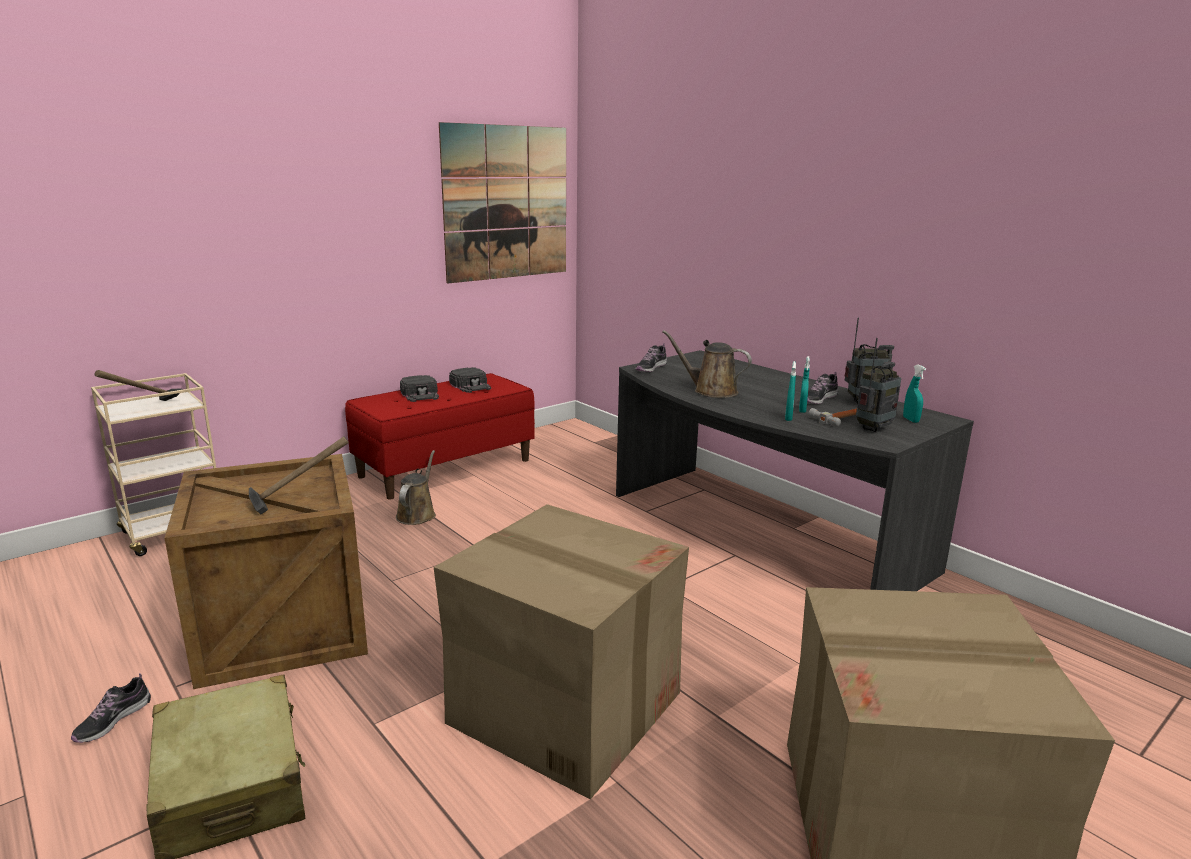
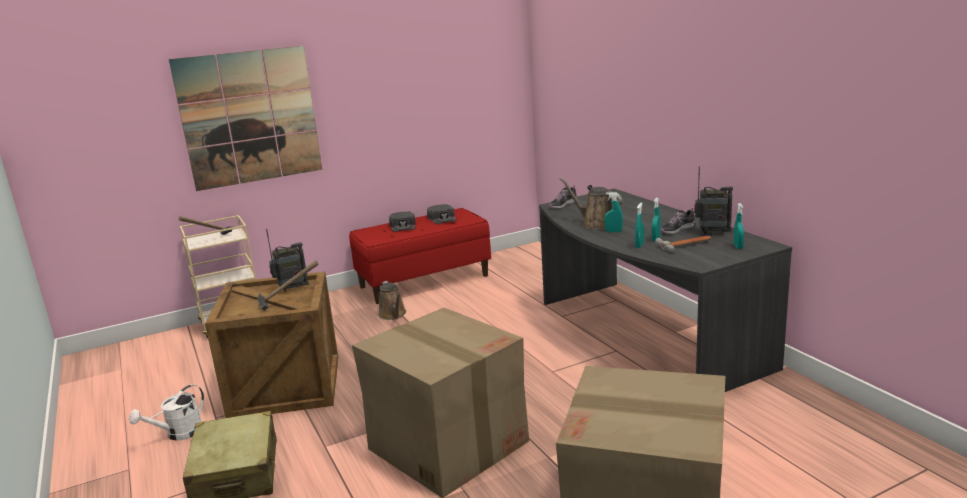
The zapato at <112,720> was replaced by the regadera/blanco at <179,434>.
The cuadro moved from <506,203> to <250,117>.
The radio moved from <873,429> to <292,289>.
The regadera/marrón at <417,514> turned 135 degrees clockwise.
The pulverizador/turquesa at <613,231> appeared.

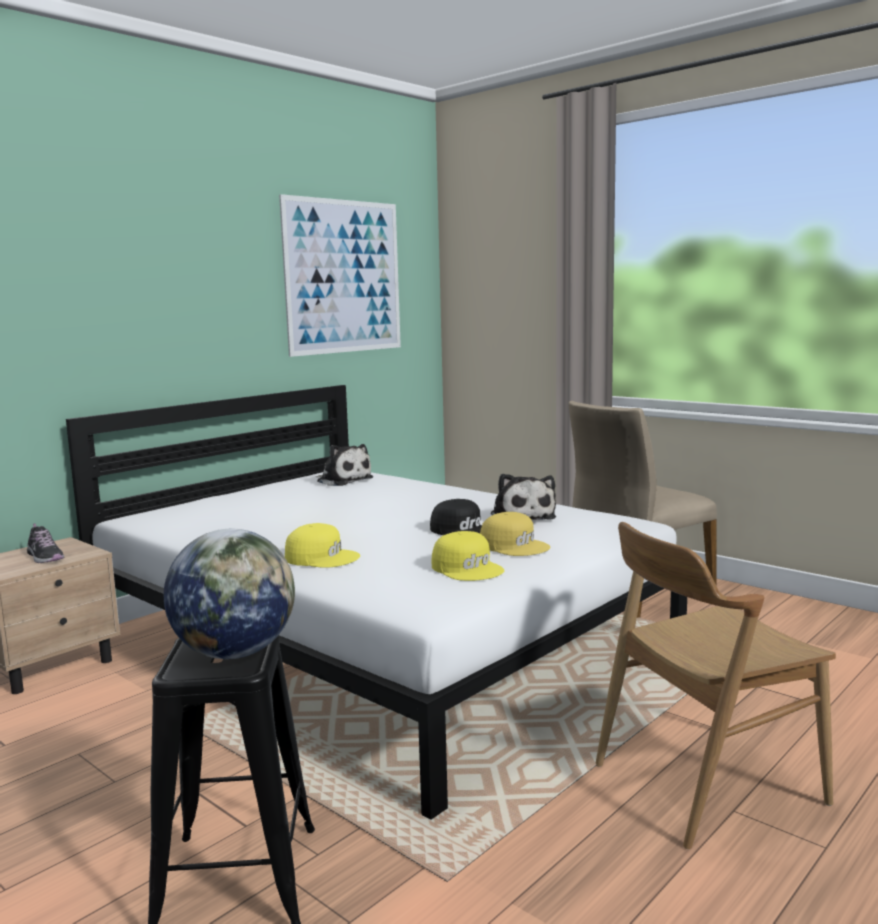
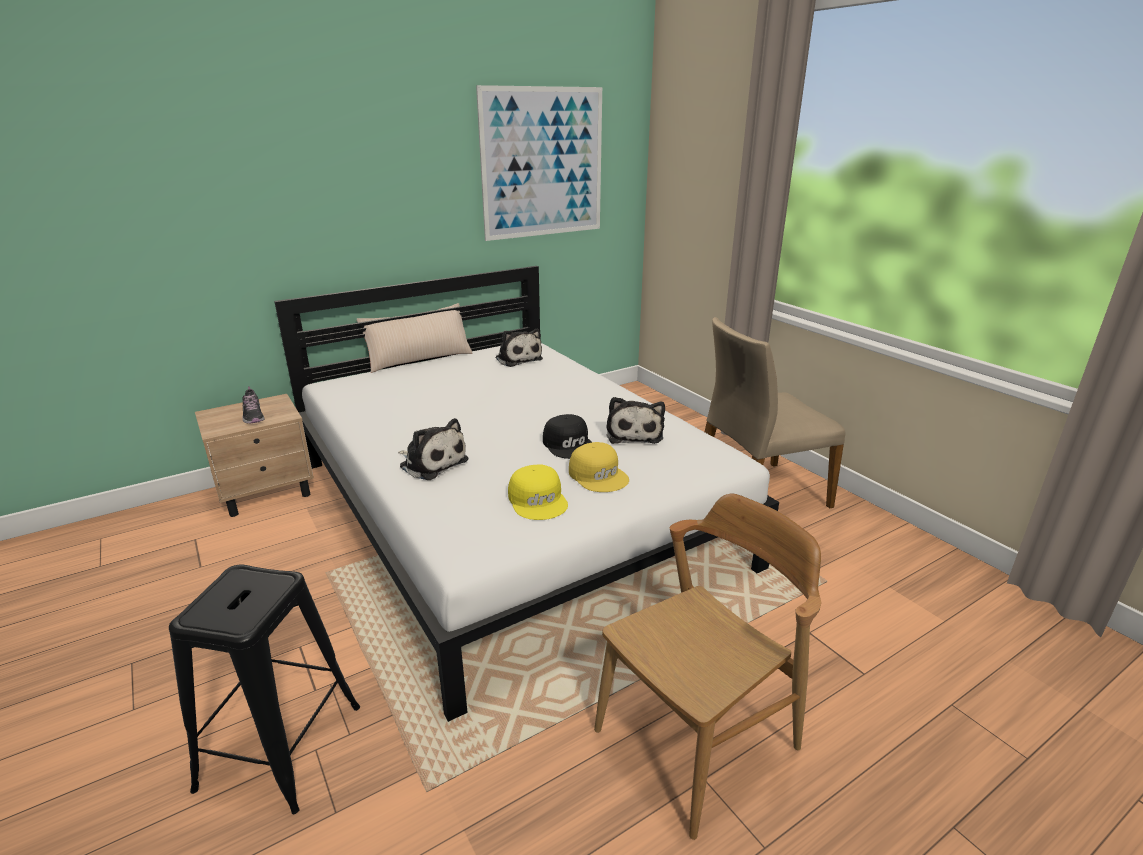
The cojín/beis at <419,359> appeared.
The gorra/amarillo at <322,557> was replaced by the peluche at <432,463>.
The silla/marrón at <706,783> turned 150 degrees clockwise.
The globo terráqueo at <235,653> disappeared.

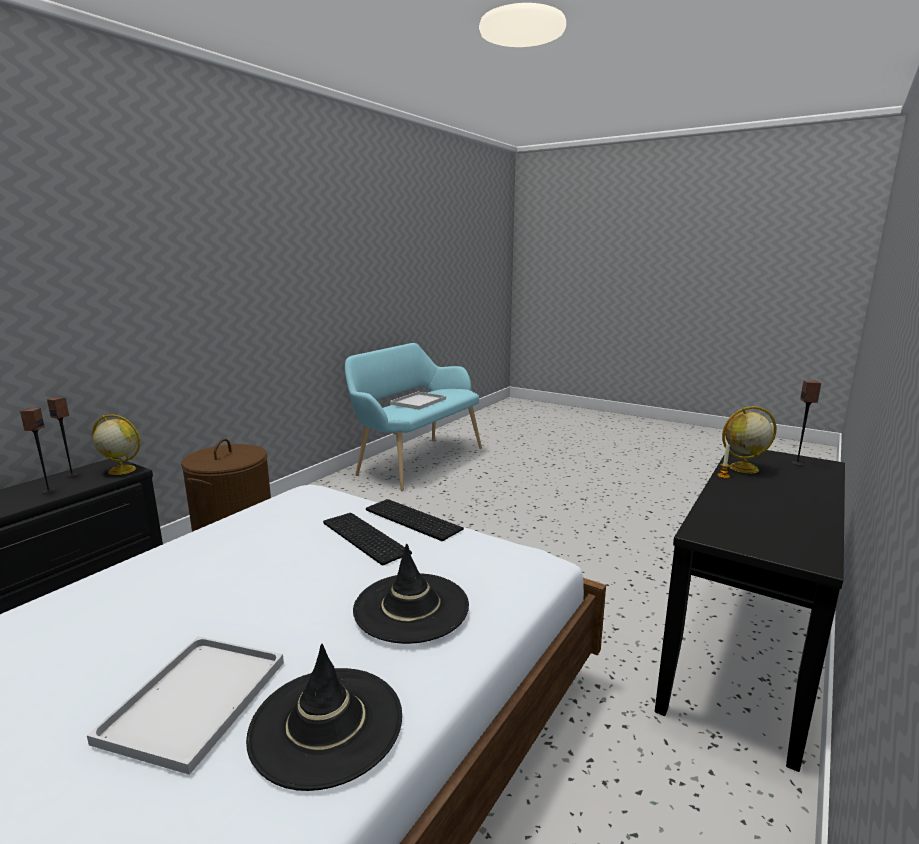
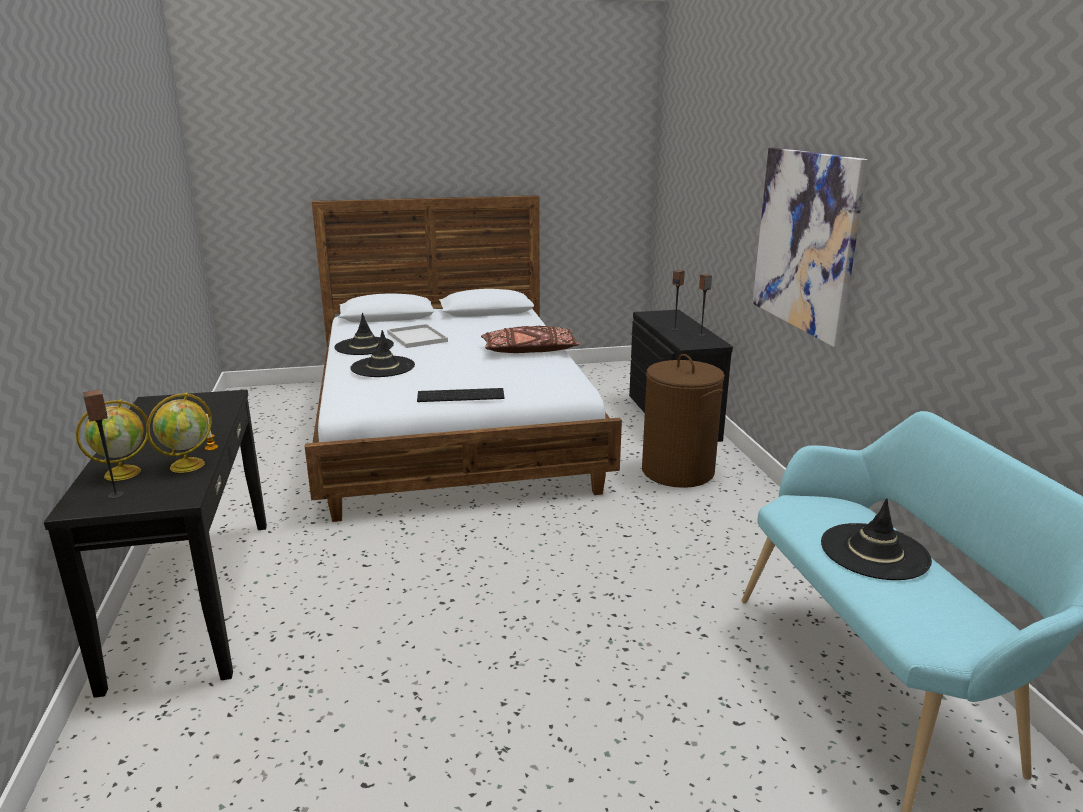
The globo terráqueo moved from <121,470> to <123,473>.
The cojín/marrón at <529,350> appeared.
The cuadro at <805,241> appeared.
The bandeja/blanco at <418,401> was replaced by the sombrero/negro at <874,552>.
The teclado at <362,537> disappeared.

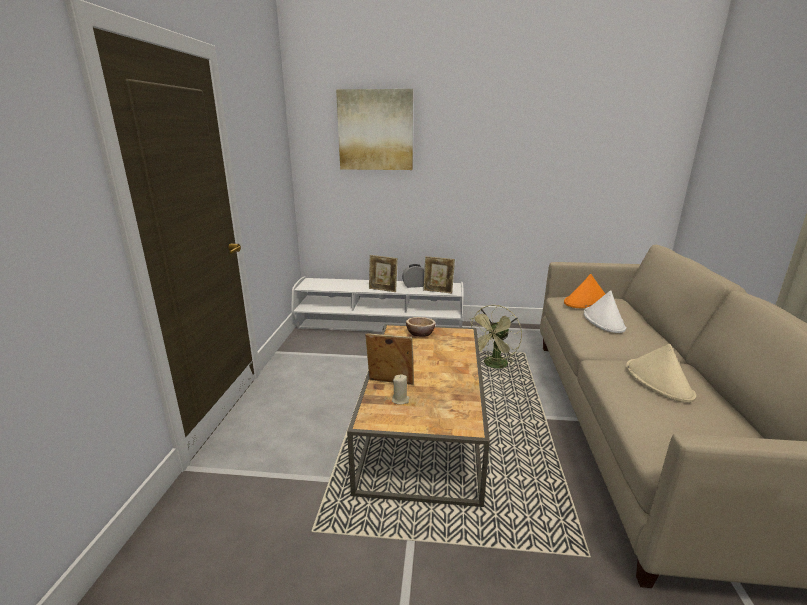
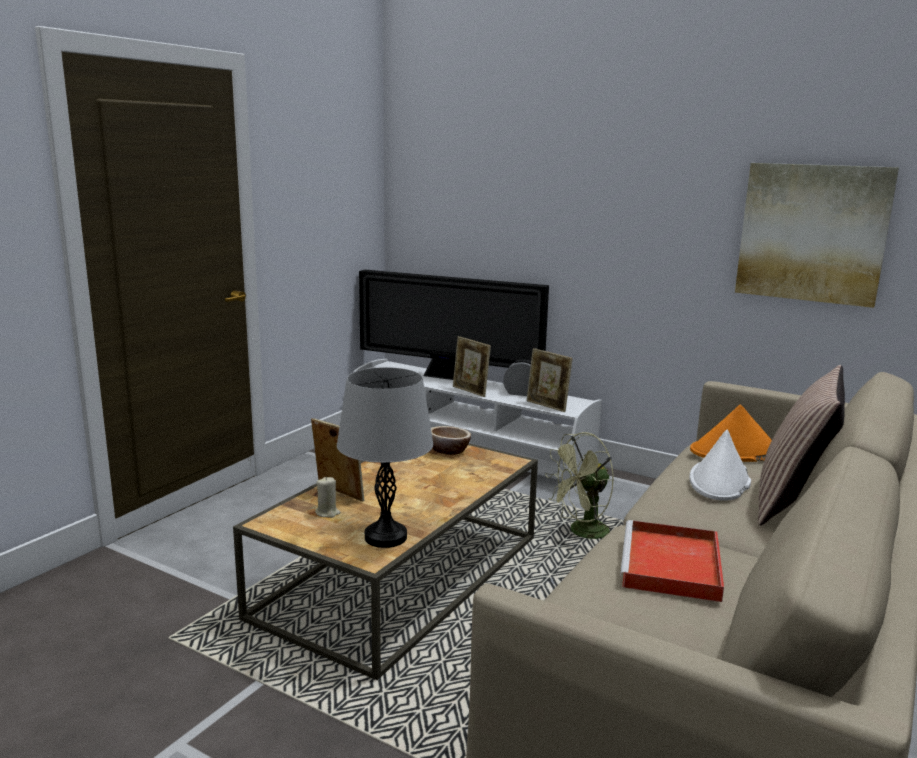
The lámpara de mesa/gris at <385,537> appeared.
The televisor at <448,377> appeared.
The sombrero/beis at <659,381> was replaced by the bandeja/rojo at <672,566>.
The cuadro moved from <375,130> to <812,233>.
The cojín at <792,502> appeared.

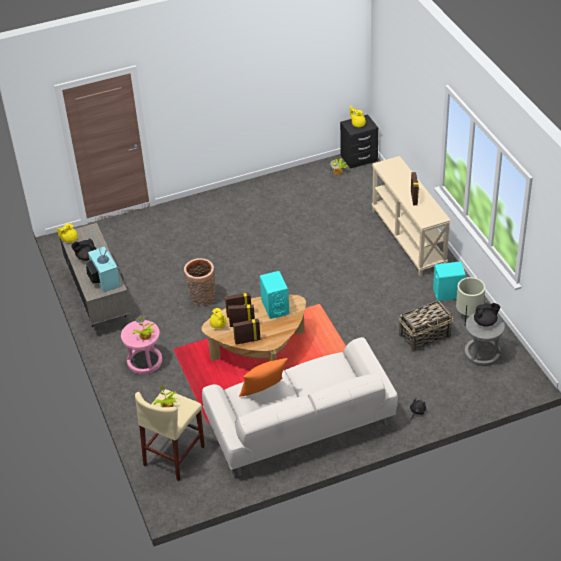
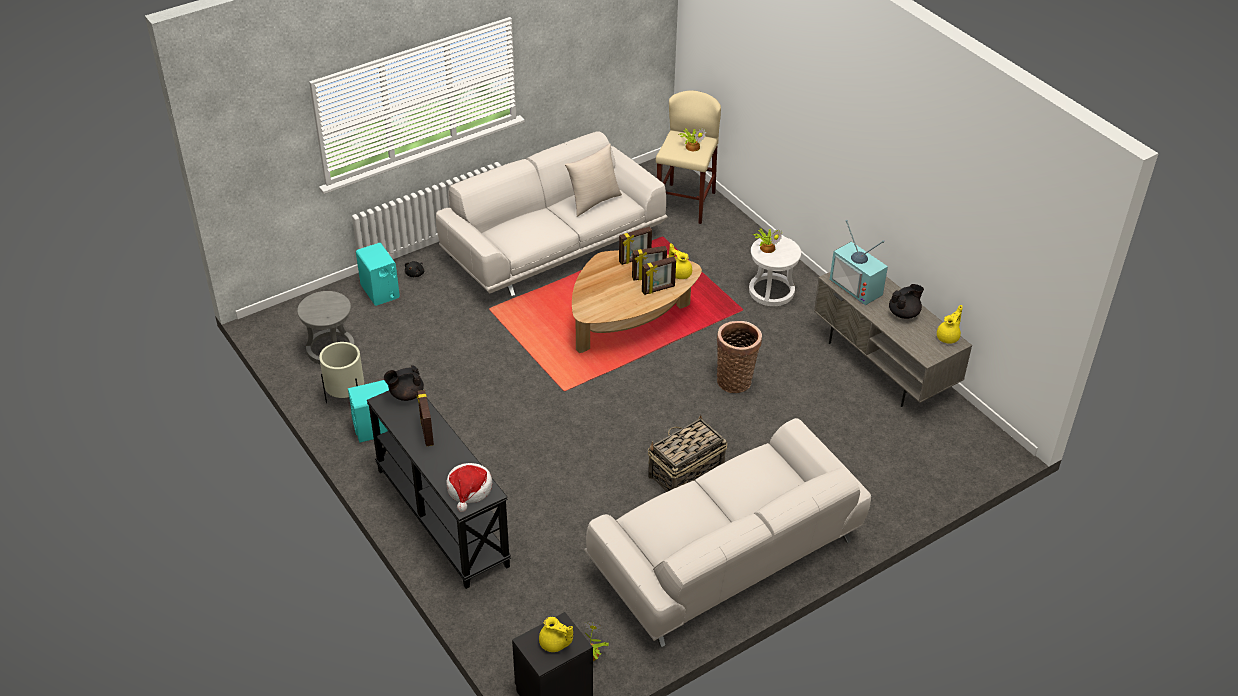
The altavoz/turquesa moved from <275,307> to <380,291>.
The mesa consola/beis at <409,238> became the mesa consola/negro at <440,517>.
The tetera/negro moved from <485,322> to <406,394>.
The sombrero at <469,490> appeared.
The cojín/naranja at <264,392> became the cojín/beis at <593,201>.
The sofá/blanco at <725,557> appeared.
The cesta moved from <425,336> to <685,473>.
The taburete/rosa at <144,361> became the taburete/blanco at <771,291>.

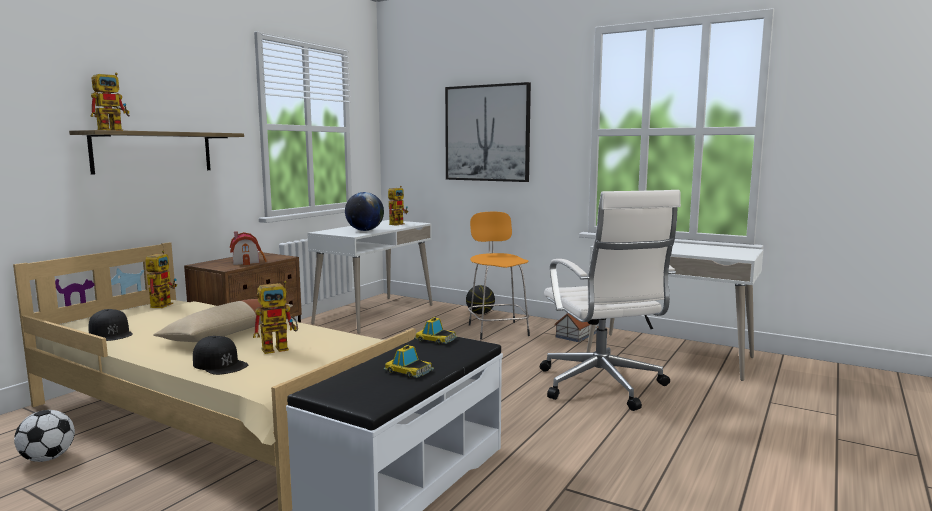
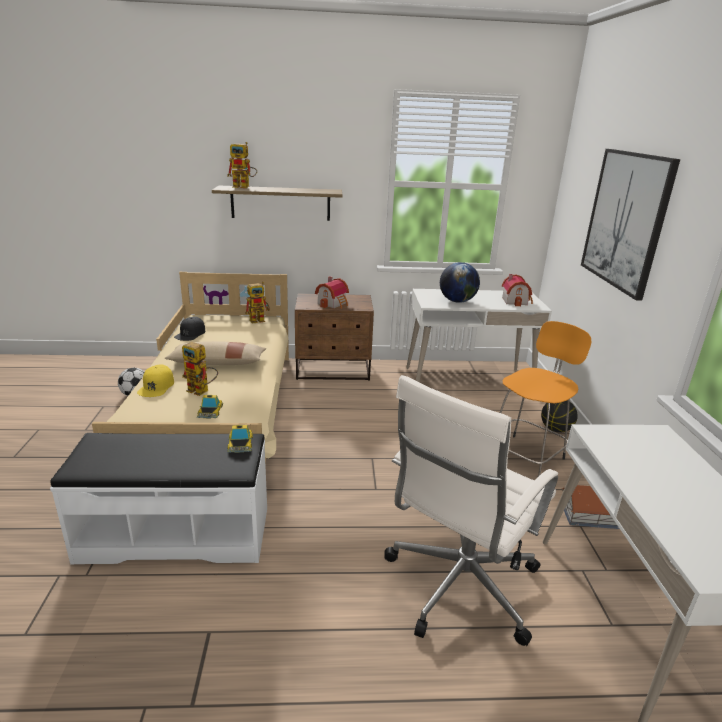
The gorra/negro at <220,364> became the gorra/amarillo at <156,386>.
The coche de juguete moved from <408,370> to <210,411>.
The robot de juguete at <398,224> was replaced by the casita at <516,301>.

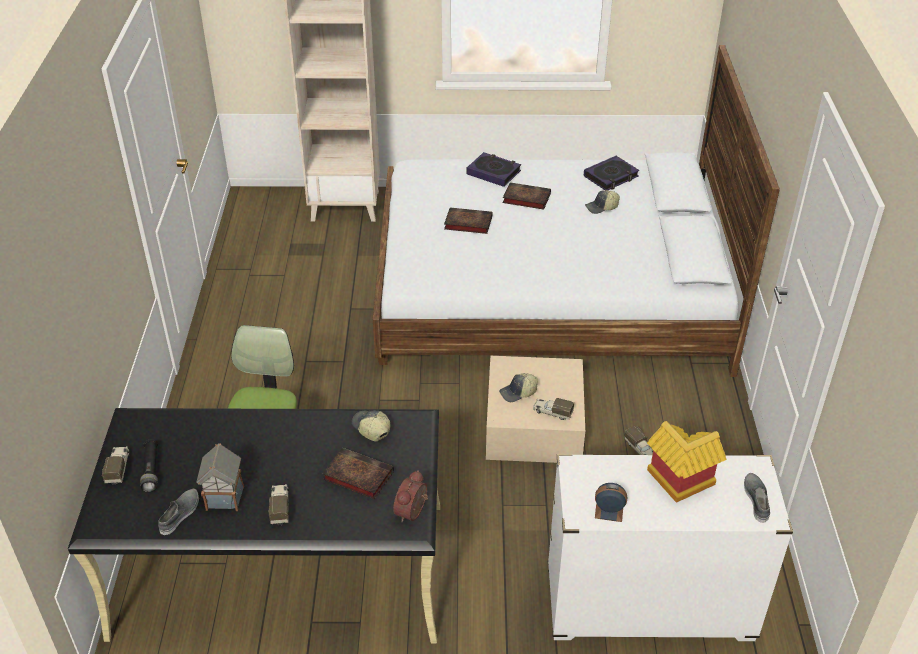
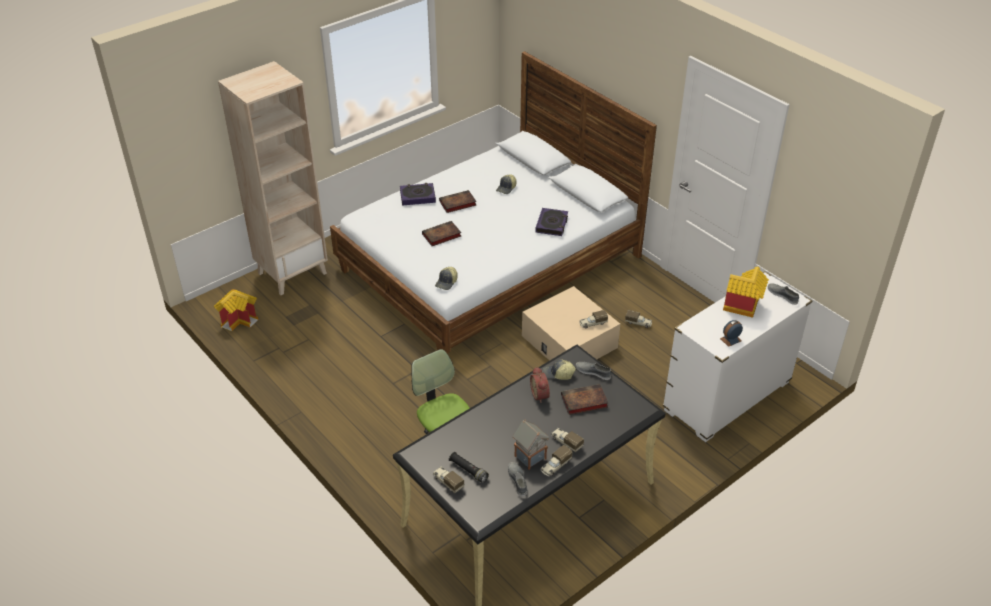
The casita at <240,320> appeared.
The gorra moved from <518,393> to <447,282>.
The despertador moved from <413,512> to <541,395>.
The libro moved from <611,177> to <552,224>.
The camión de juguete at <555,466> appeared.
The zapato/gris at <593,372> appeared.

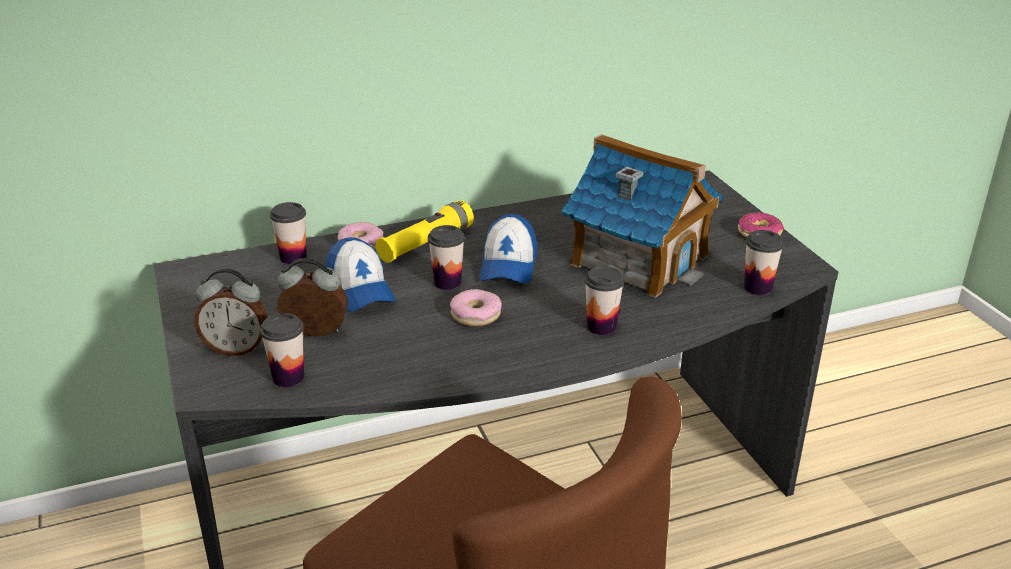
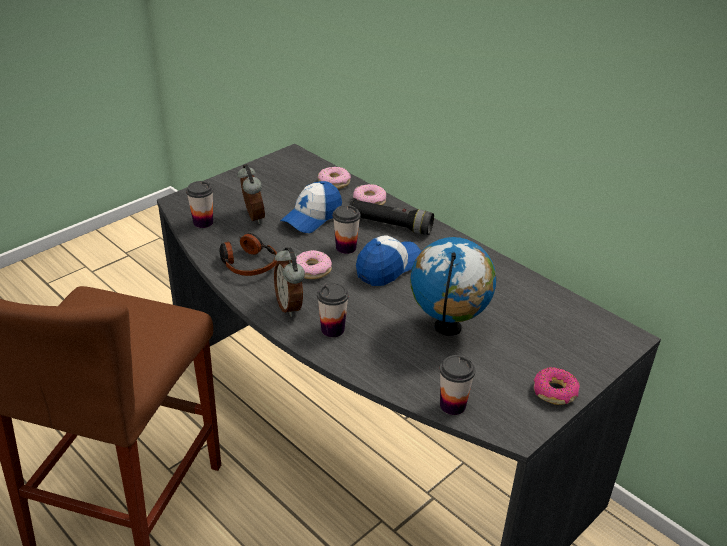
The auriculares at <247,263> appeared.
The despertador moved from <237,348> to <290,306>.
The taza at <293,257> was replaced by the rosquilla at <334,183>.
The linterna/amarillo at <425,244> became the linterna/negro at <390,225>.
The gorra at <508,266> turned 150 degrees clockwise.
The casita at <639,259> was replaced by the globo terráqueo at <448,328>.

